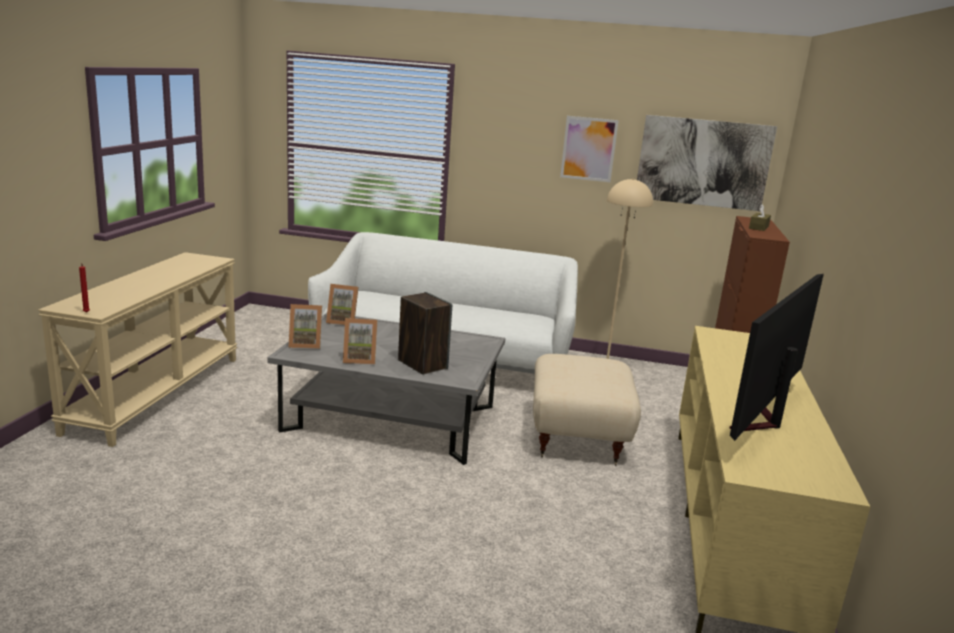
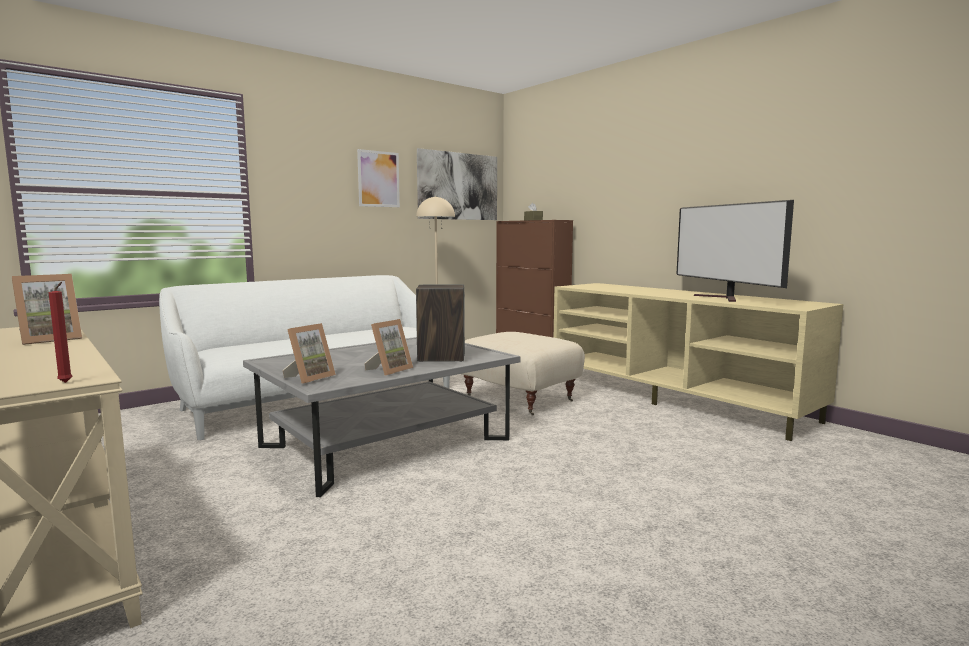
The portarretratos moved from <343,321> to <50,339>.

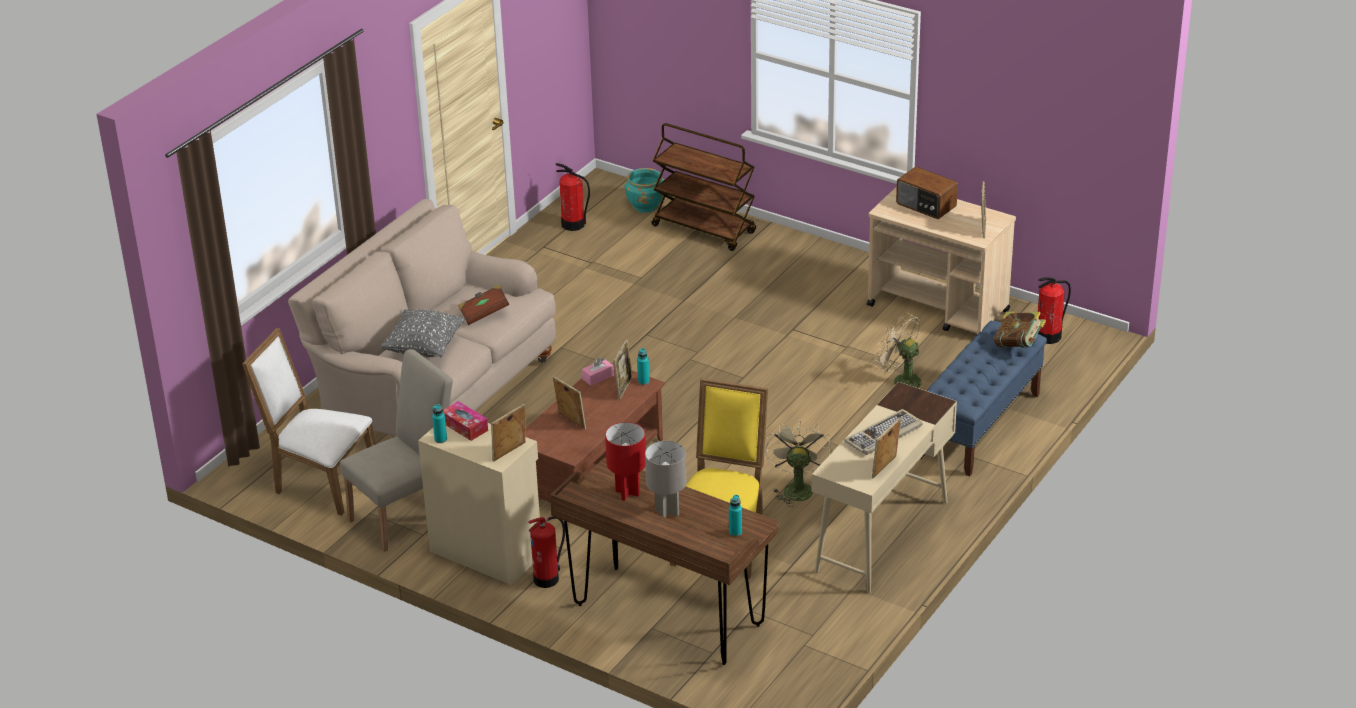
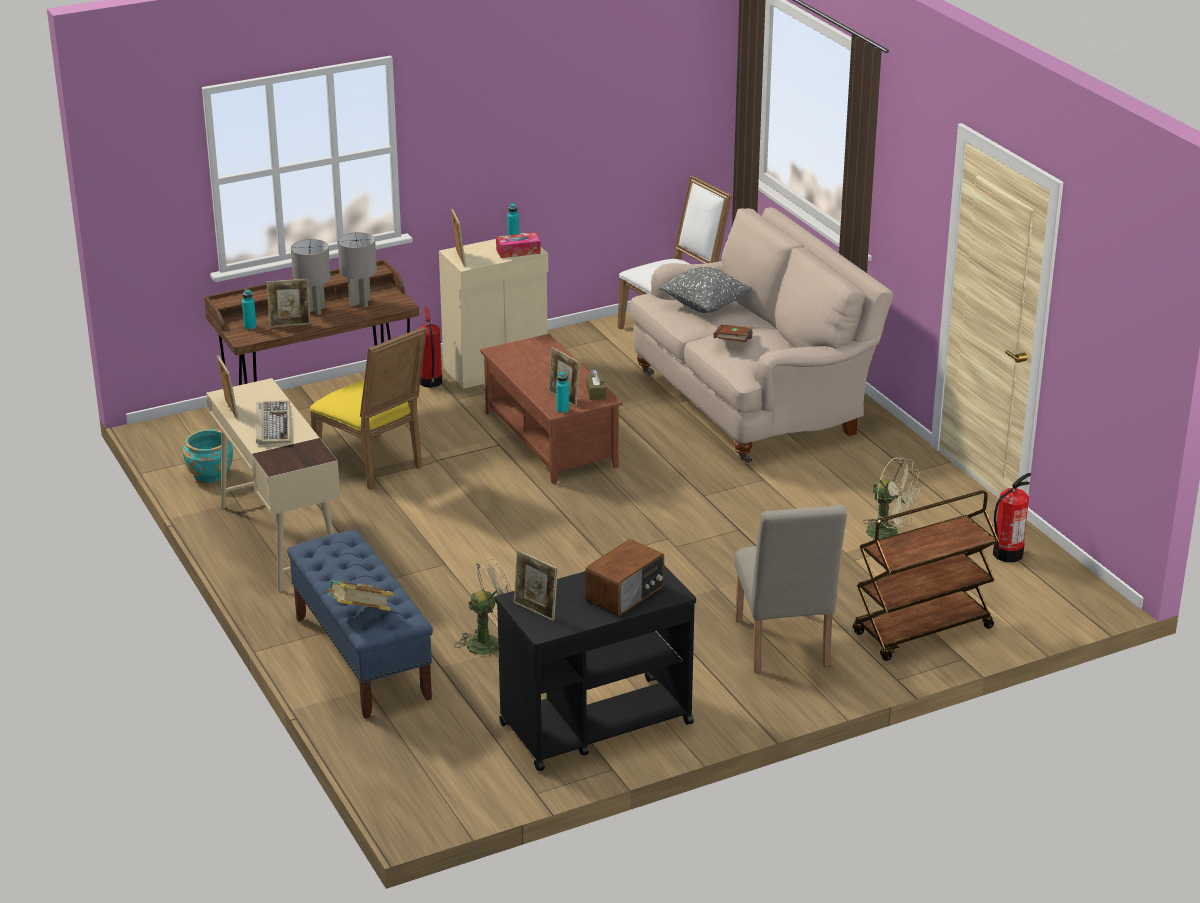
The maceta/turquesa moved from <645,205> to <210,475>.
The portarretratos moved from <570,422> to <290,325>.
The lámpara de mesa/rojo at <627,493> became the lámpara de mesa/gris at <360,302>.
The carrito/beis at <939,309> became the carrito/negro at <594,724>.
The radio at <926,205> turned 150 degrees clockwise.
The caja de pañuelos/rosa at <598,377> became the caja de pañuelos/marrón at <596,392>.
The silla/beis moved from <407,515> to <783,648>.
The ventilador/beis moved from <796,488> to <889,534>.
The extintor at <1048,336> disappeared.

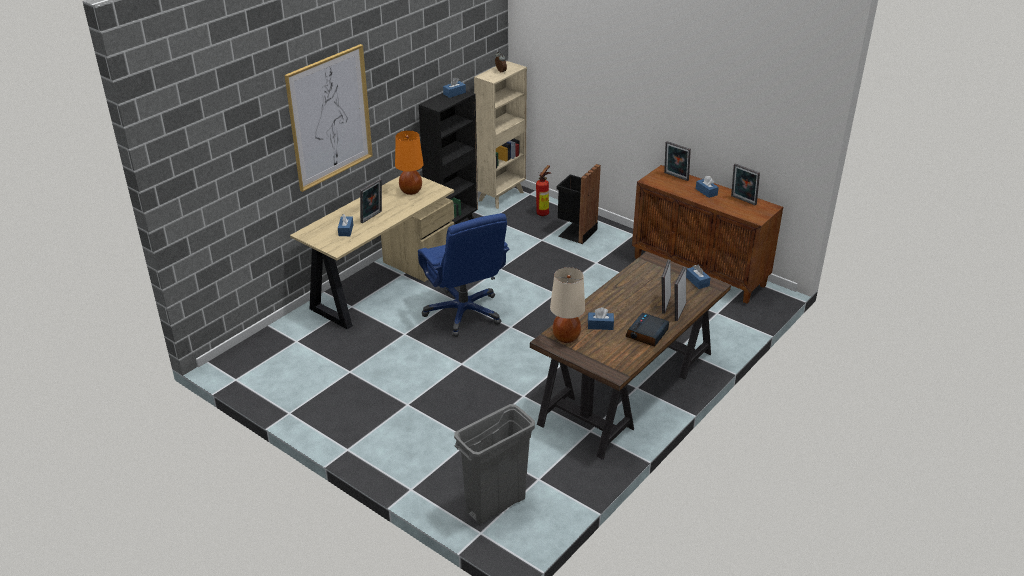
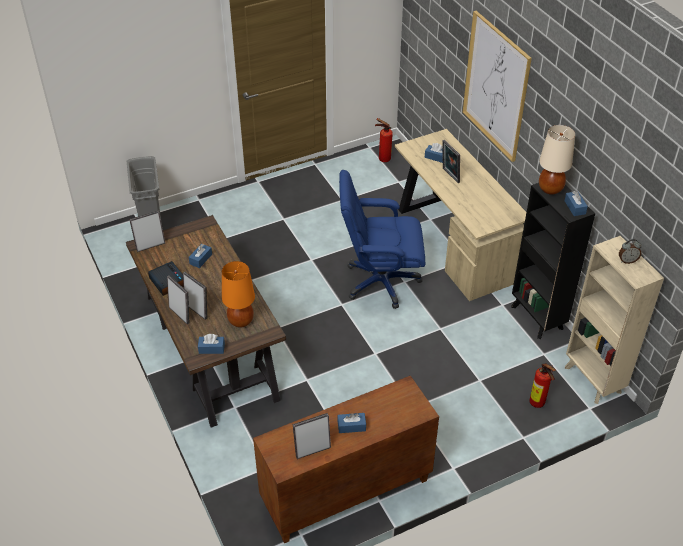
The portarretratos moved from <675,177> to <150,245>.
The lámpara de mesa/naranja moved from <411,191> to <241,321>.
The extintor at <382,159> appeared.
The lámpara de mesa/beis moved from <566,337> to <550,189>.
The papelera/negro at <575,232> disappeared.

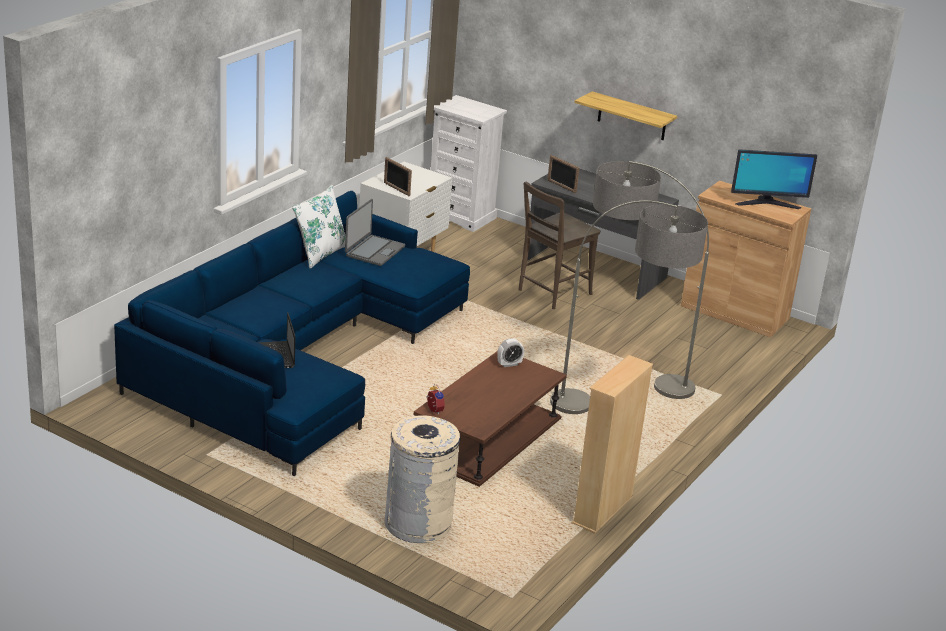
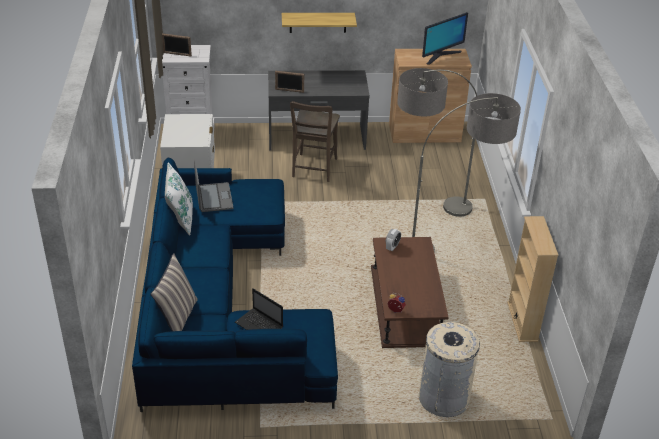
The cojín at <177,317> appeared.
The portarretratos moved from <396,189> to <177,54>.

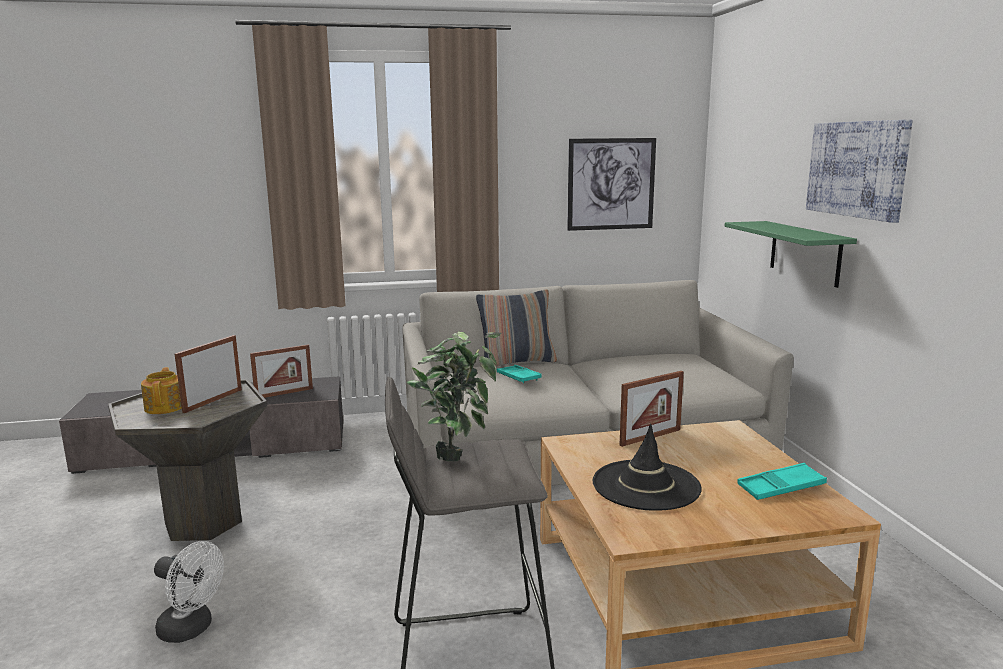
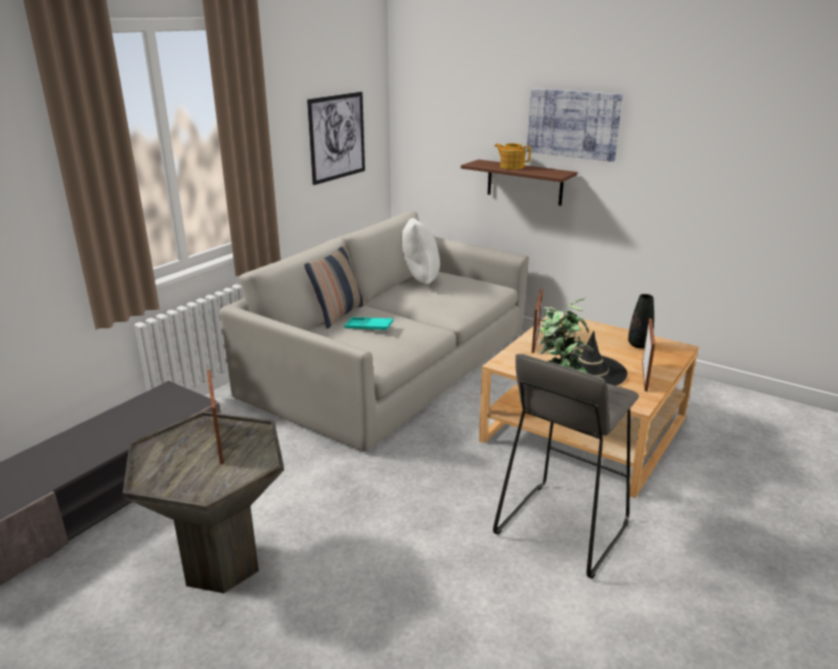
The cojín/blanco at <419,281> appeared.
The estante/verde at <804,253> became the estante/marrón at <524,182>.
The tetera moved from <166,407> to <511,166>.
The bandeja/turquesa at <781,487> was replaced by the florero/negro at <639,345>.
The portarretratos moved from <284,393> to <644,376>.
The ventilador/blanco at <192,629> disappeared.

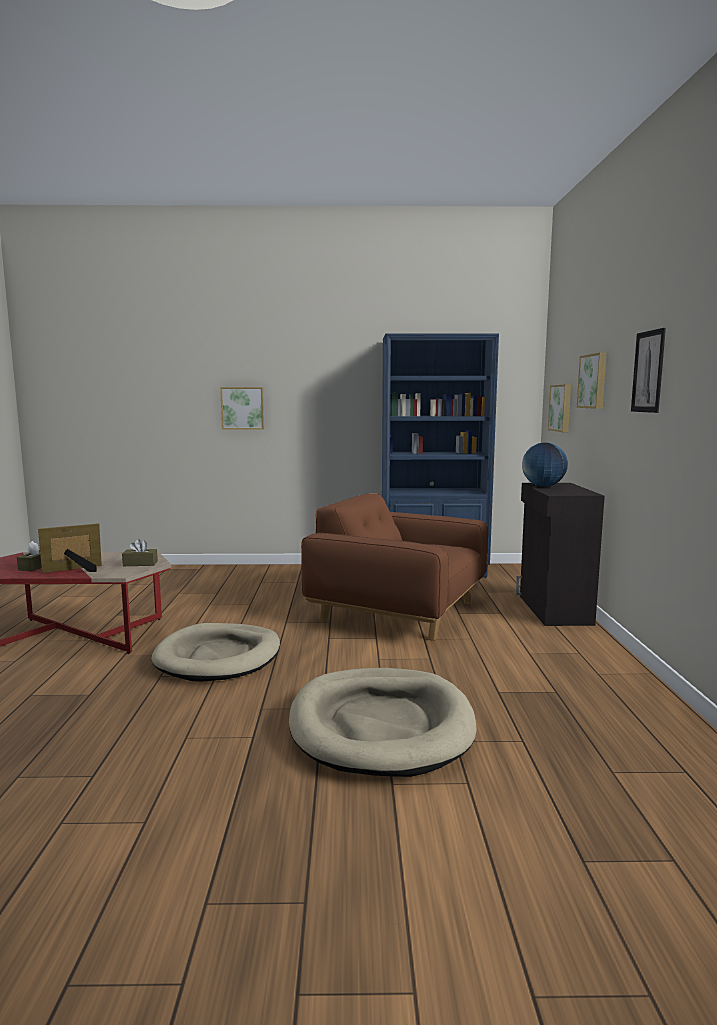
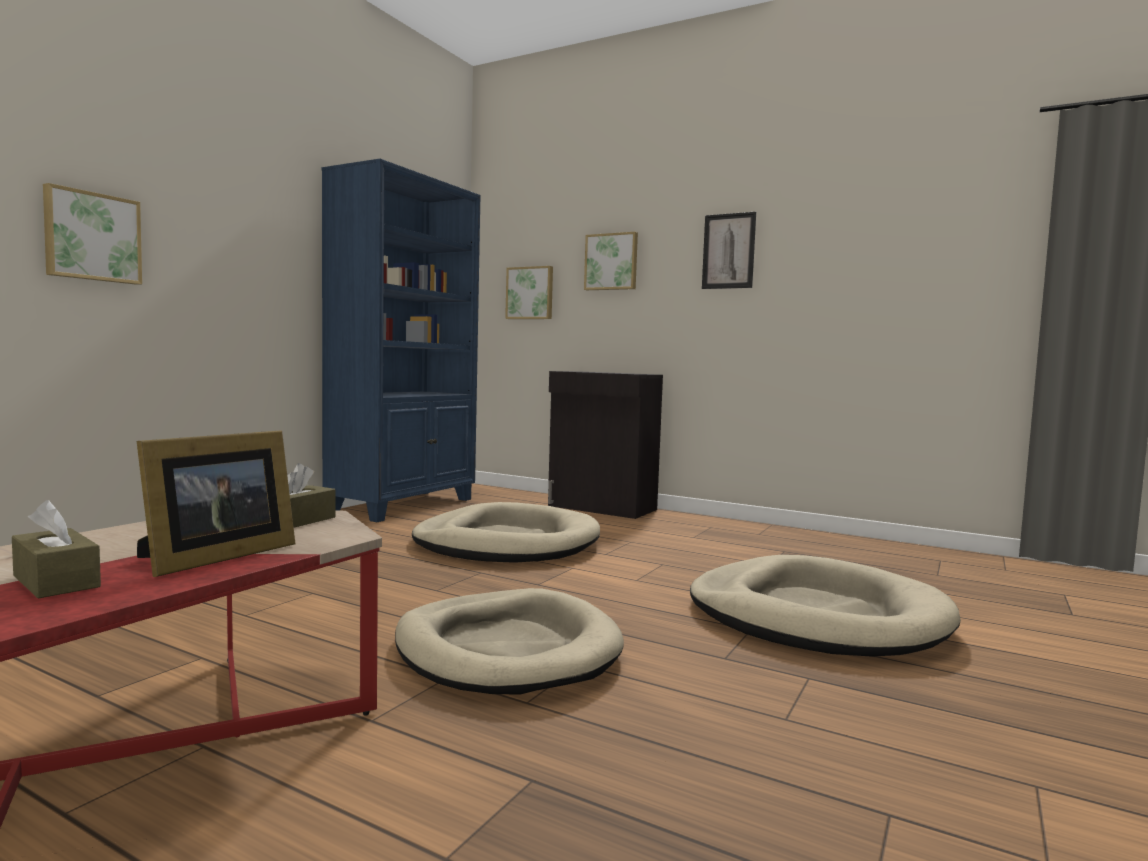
The portarretratos at <75,570> turned 150 degrees counterclockwise.
The sillón/marrón at <399,611> was replaced by the cama para perro/beis at <506,543>.
The globo terráqueo at <543,486> disappeared.

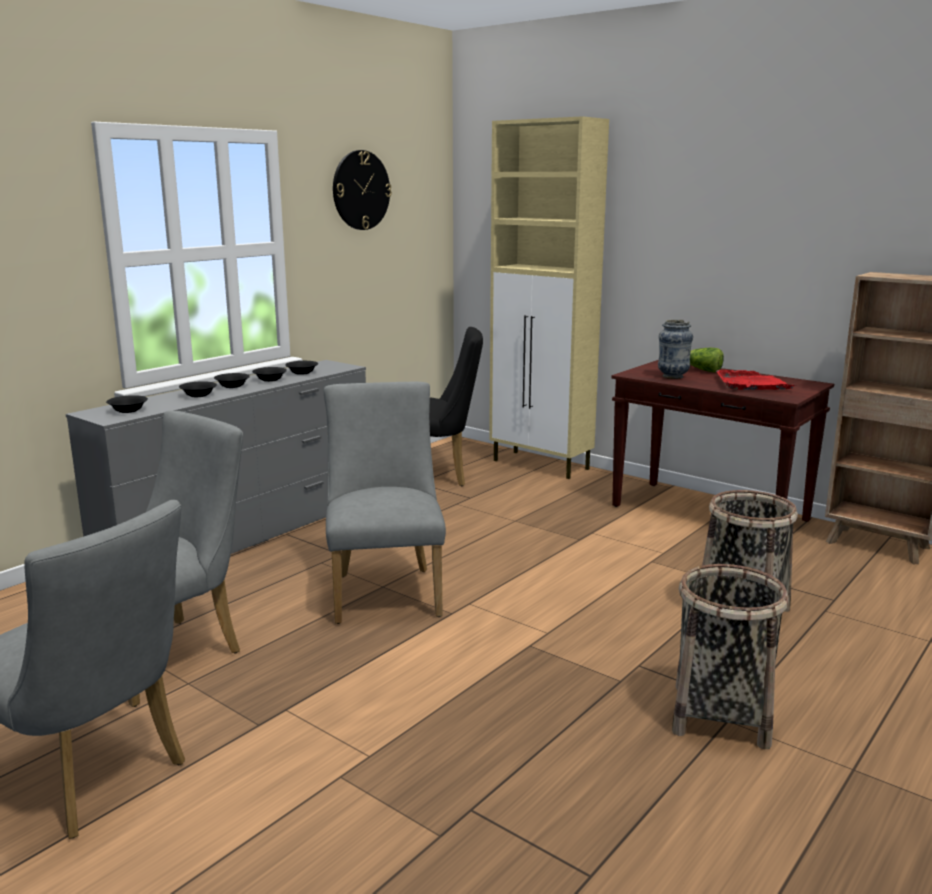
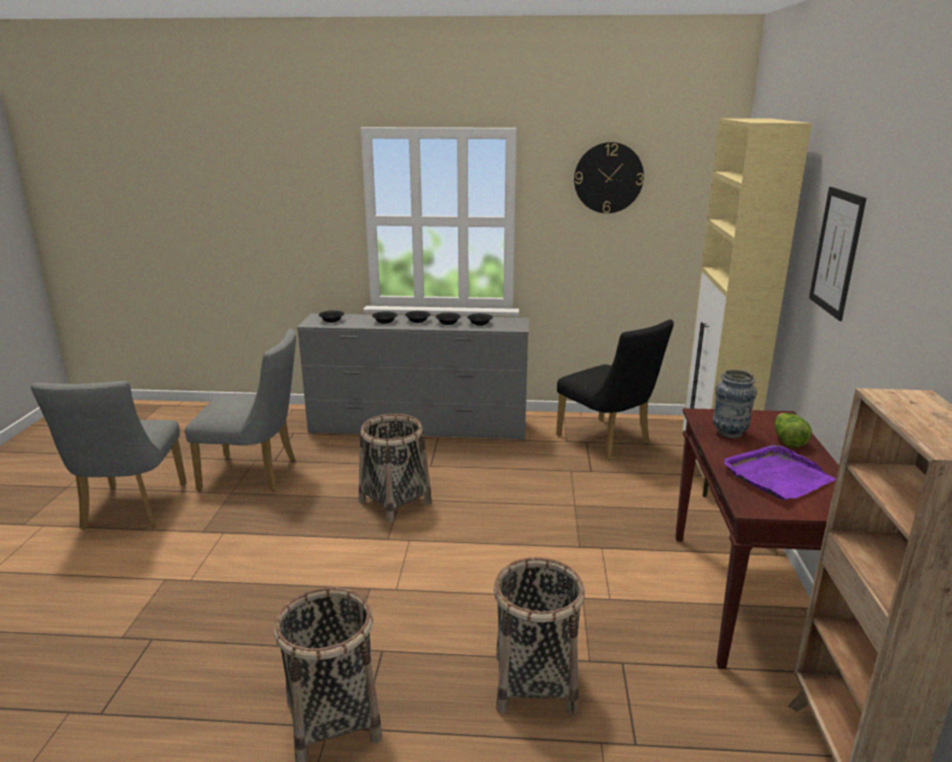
The silla/gris at <385,590> was replaced by the cesta at <395,502>.
The bandeja/rojo at <752,384> became the bandeja/morado at <777,476>.
The cuadro at <836,252> appeared.

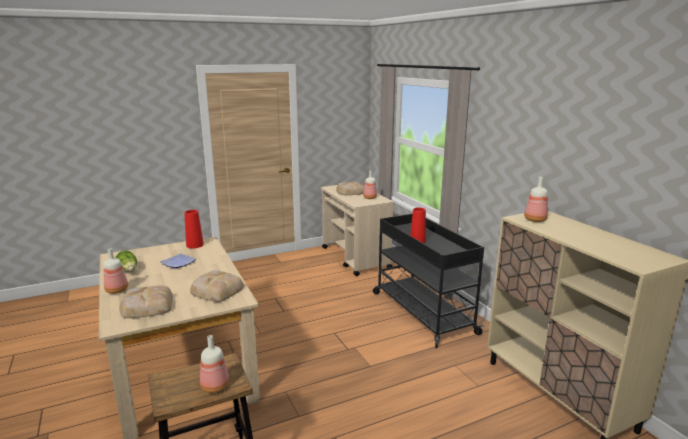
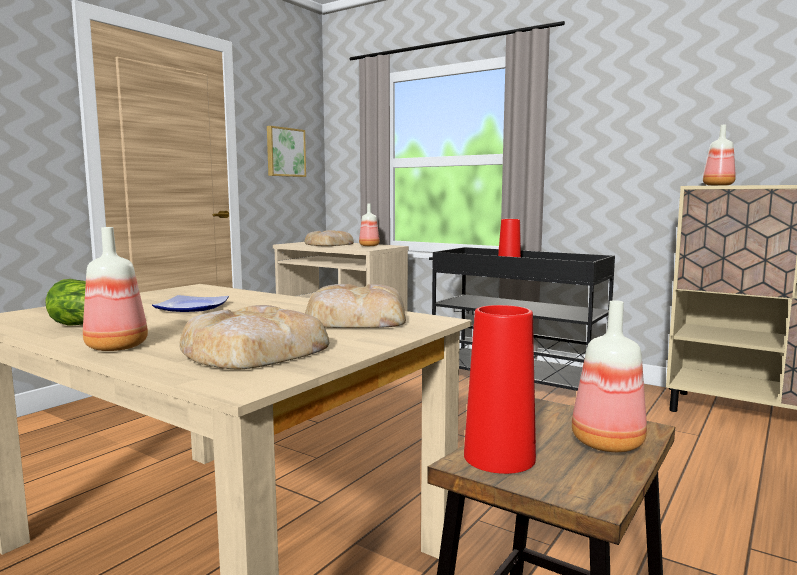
The cuadro at <285,152> appeared.
The florero/rojo moved from <195,245> to <499,457>.

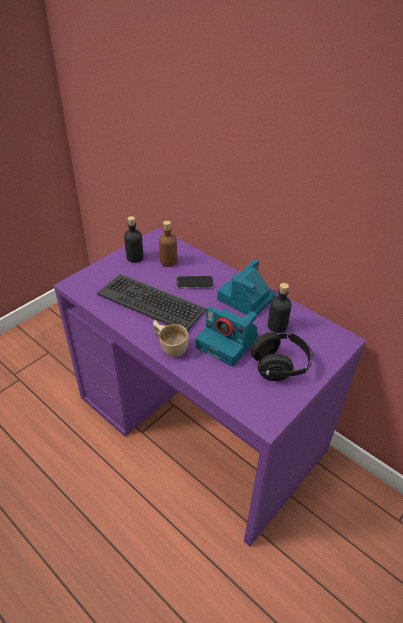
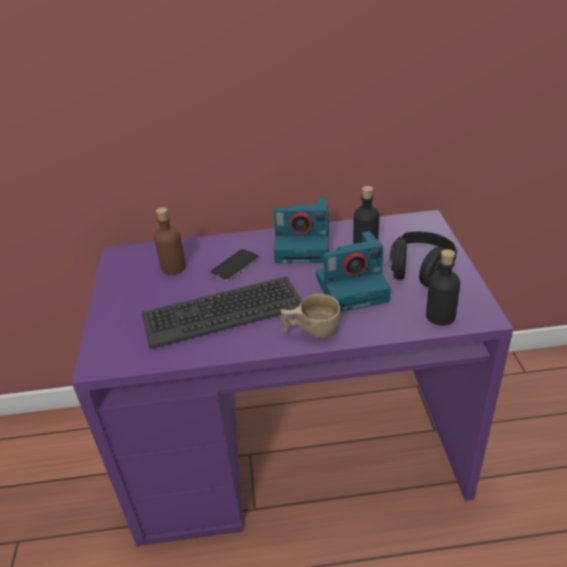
The cámara at <245,299> turned 75 degrees counterclockwise.
The botella/negro moved from <135,257> to <440,316>.

